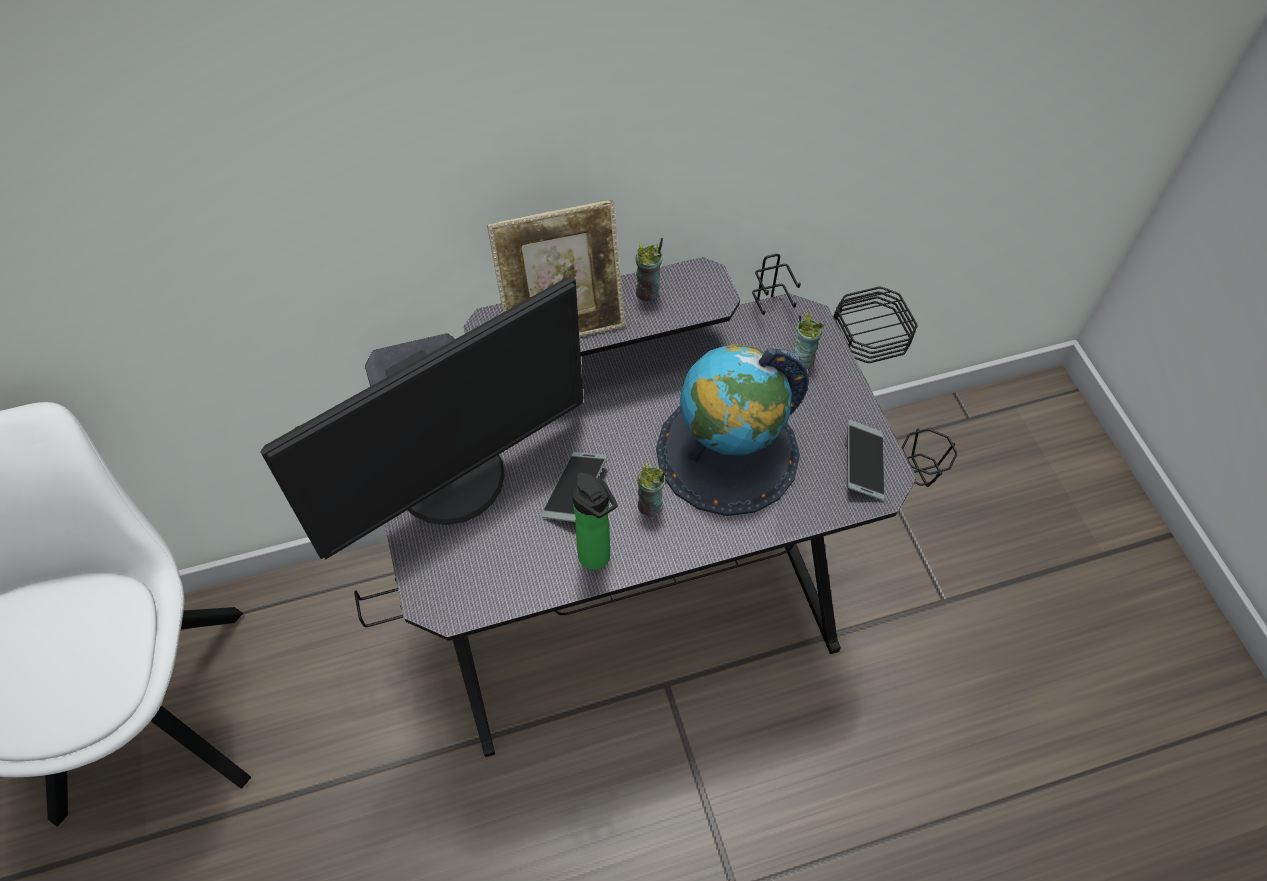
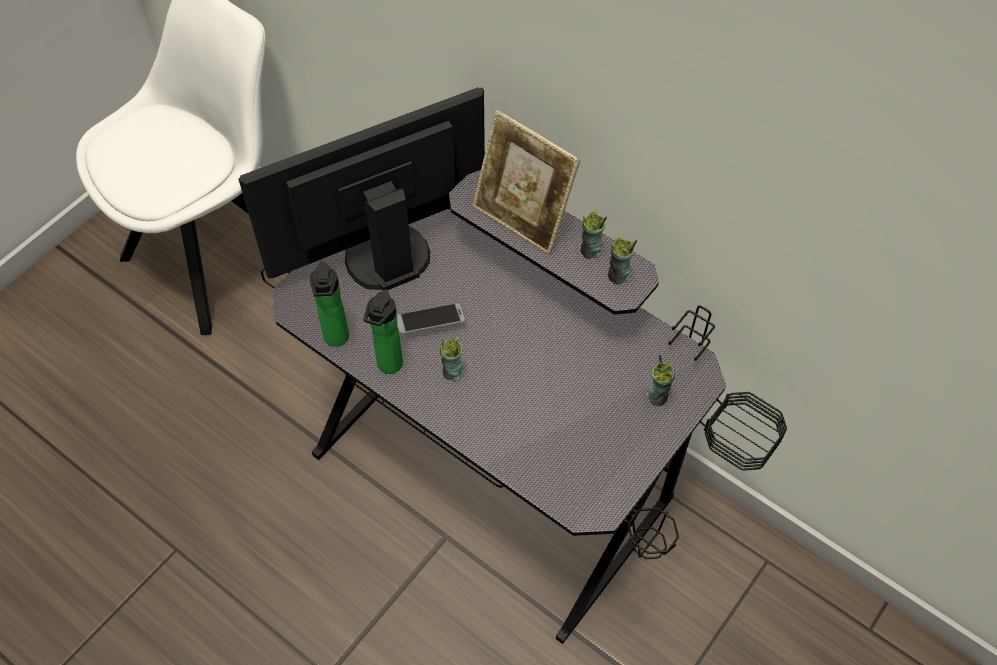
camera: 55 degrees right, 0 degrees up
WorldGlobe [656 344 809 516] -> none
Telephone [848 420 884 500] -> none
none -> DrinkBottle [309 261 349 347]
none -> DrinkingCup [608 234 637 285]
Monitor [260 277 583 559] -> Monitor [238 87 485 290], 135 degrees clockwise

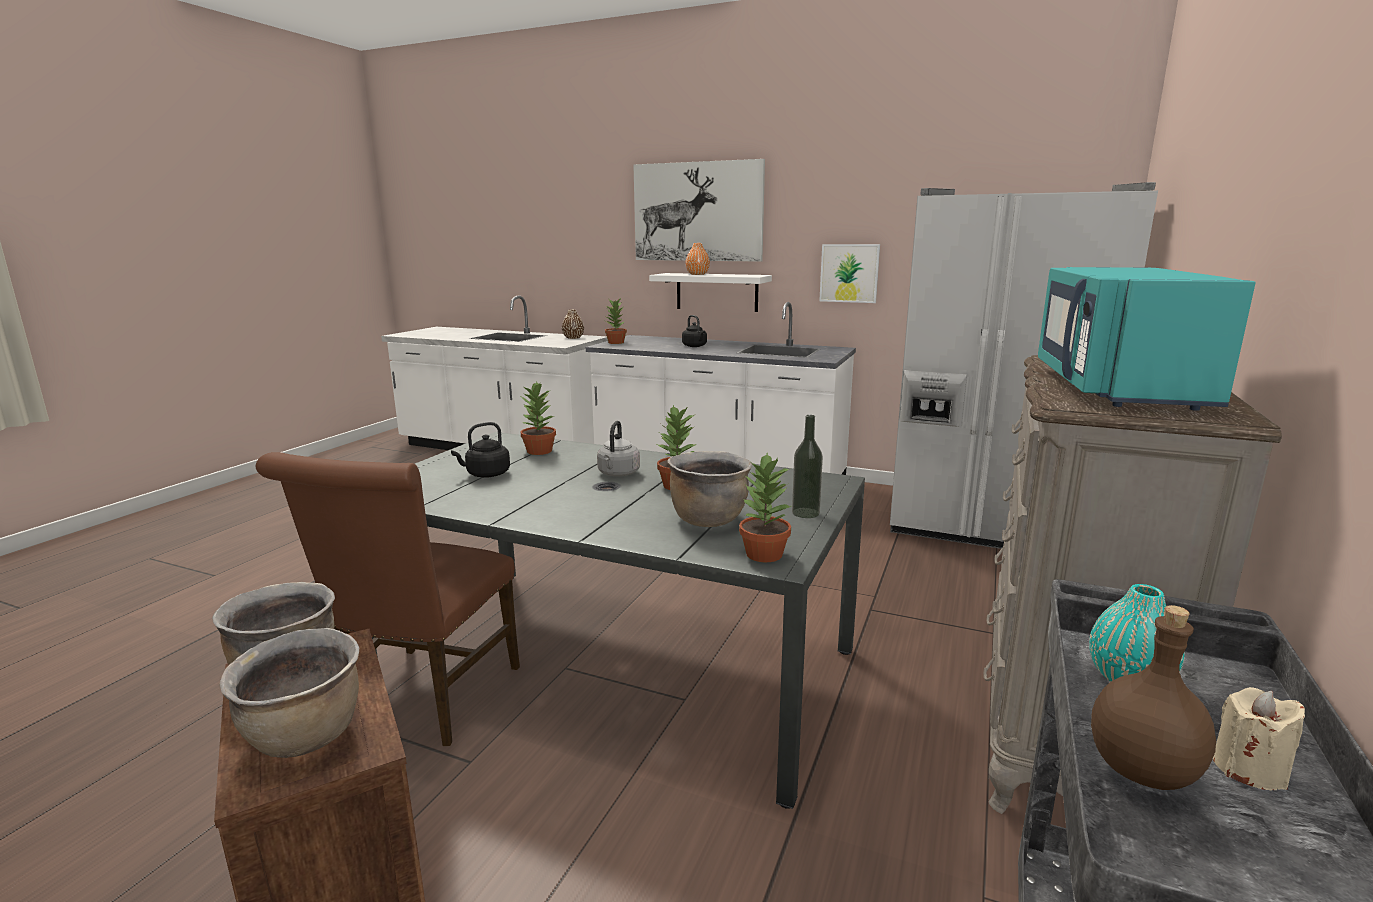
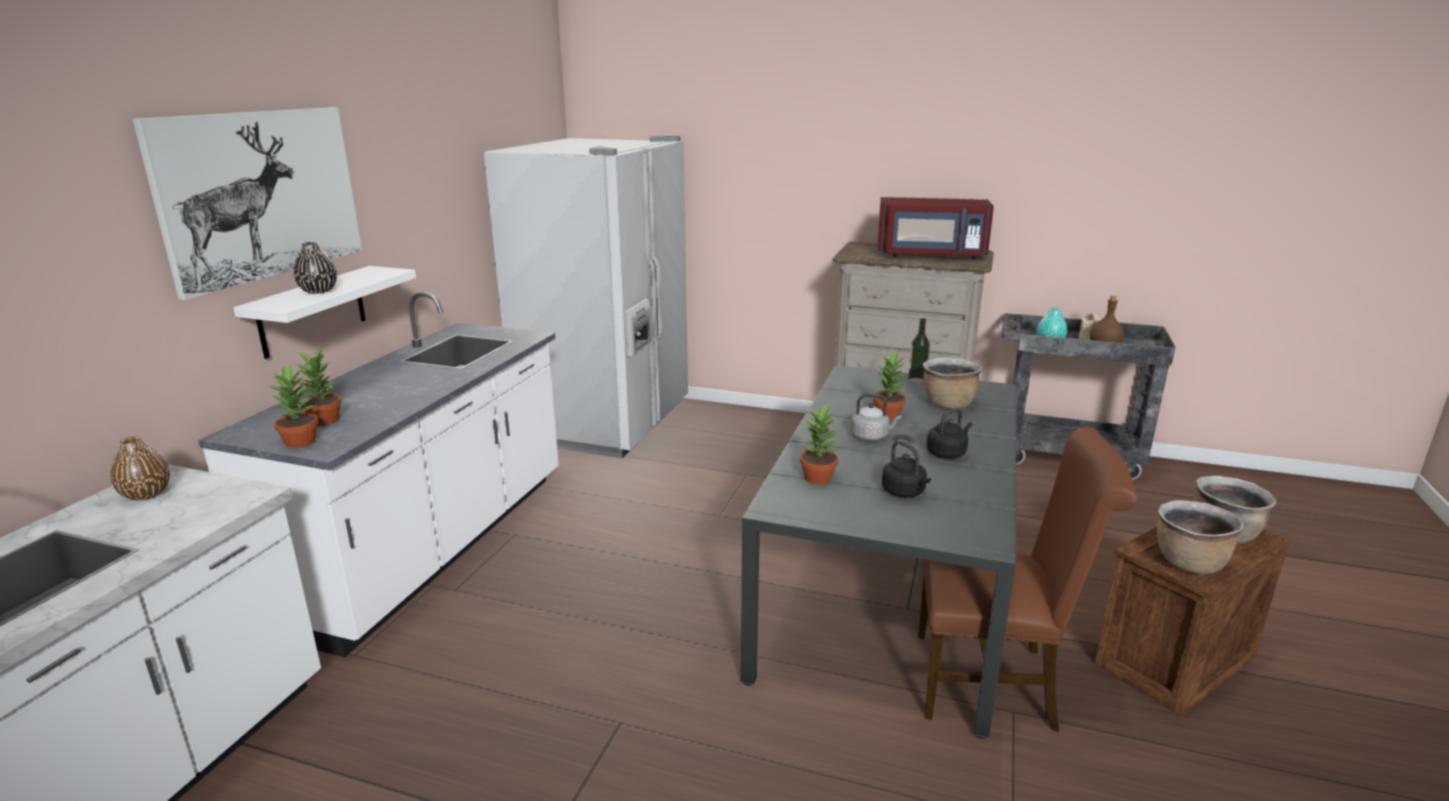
camera: 95 degrees left, 5 degrees up
WallPicture [819 244 880 303] -> none
BlackishTeaKettle [682 315 707 347] -> BlackishTeaKettle [926 408 972 459], relocated
PottedPlant [739 453 791 562] -> PottedPlant [295 348 342 426], relocated
OrangeColouredVase [685 243 710 275] -> BlackishVase [294 242 337 294]
TurquoiseColouredKitchenMicrowave [1038 267 1256 411] -> RedKitchenMicrowave [878 197 994 259]

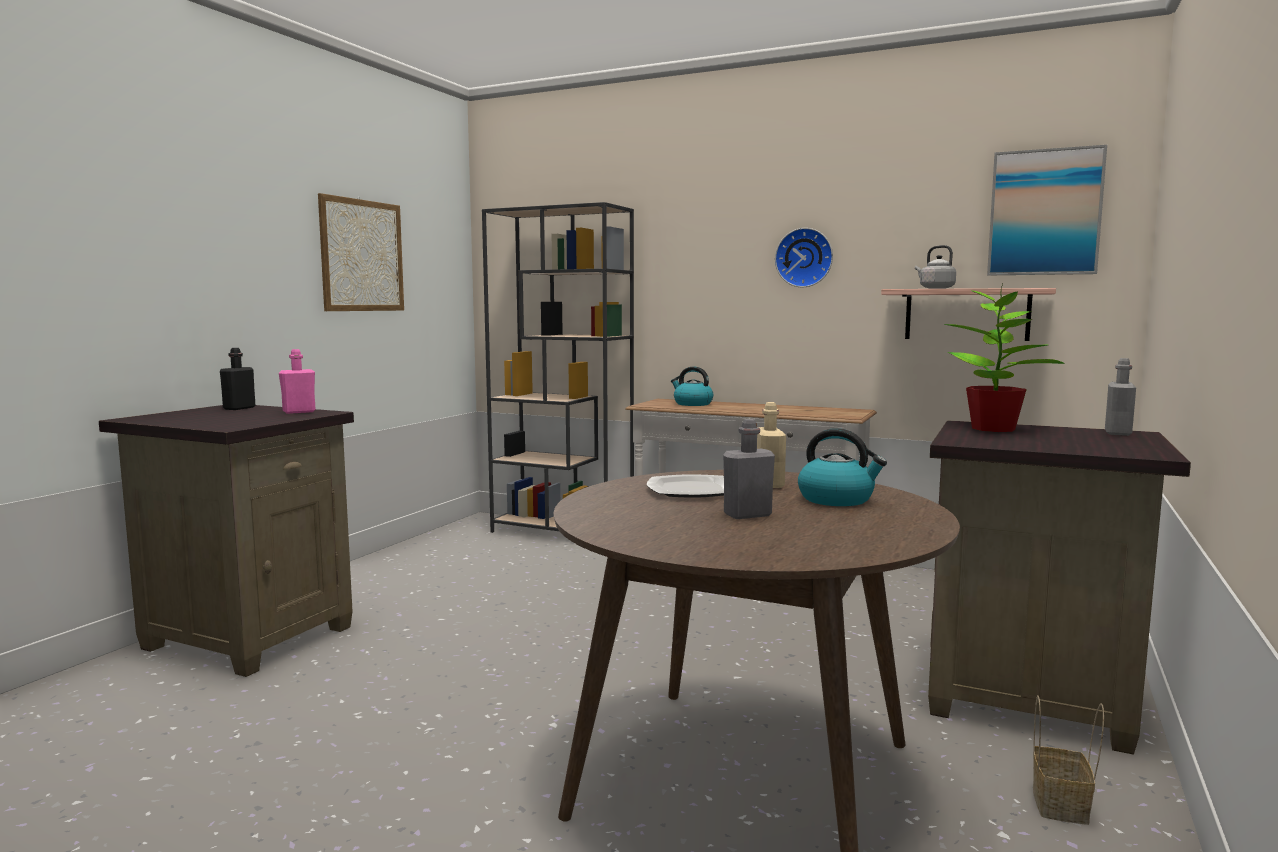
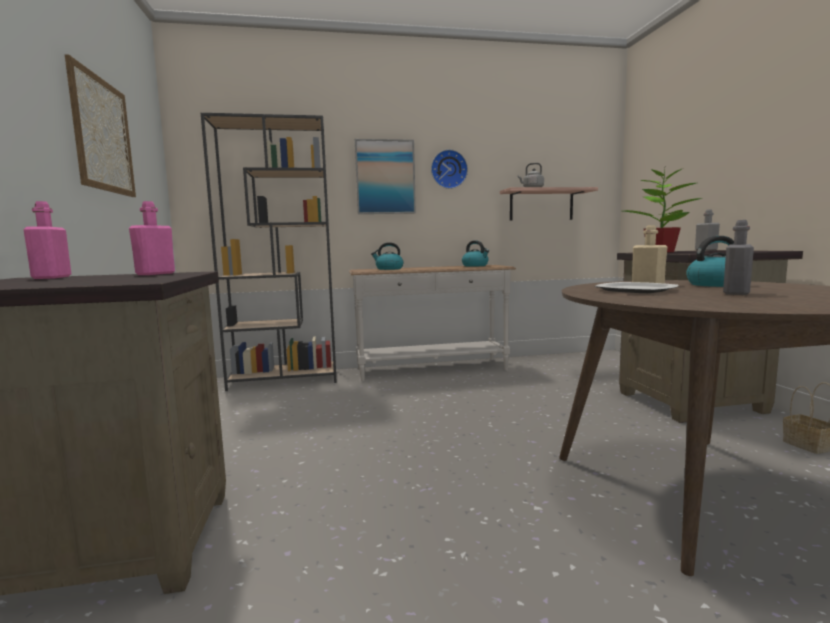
camera: 35 degrees left, 0 degrees up
none -> TeaKettle [462 240 489 267]
WallPicture [987 145 1107 275] -> WallPicture [355 139 416 214], relocated
BlackishDrinkBottle [220 348 256 410] -> PinkColouredDrinkBottle [23 201 72 279]

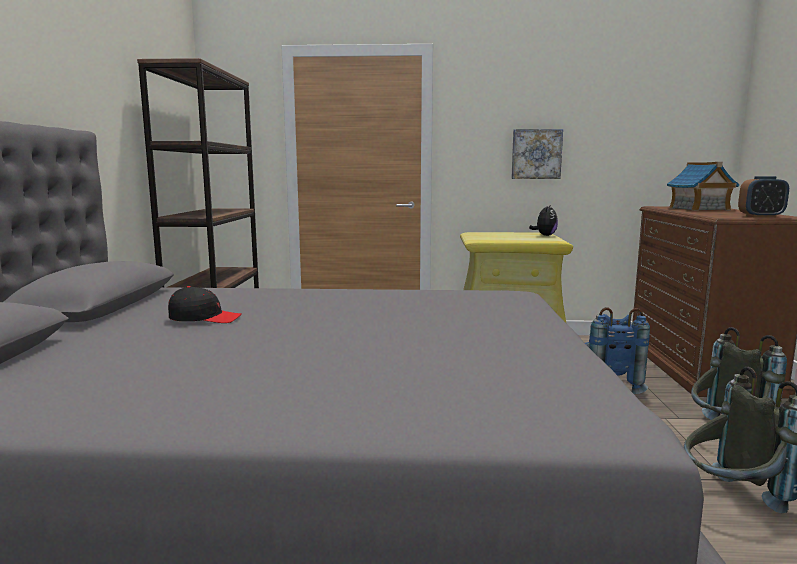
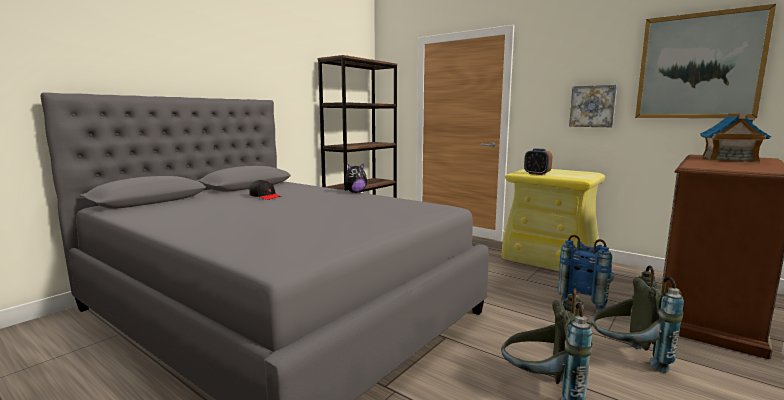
camera: 35 degrees right, 0 degrees up
none -> WallPicture [635 4 776 118]
CuddlyToy [529 204 558 236] -> CuddlyToy [344 163 367 193], relocated
TableClock [738 176 789 217] -> TableClock [524 148 552 175], relocated

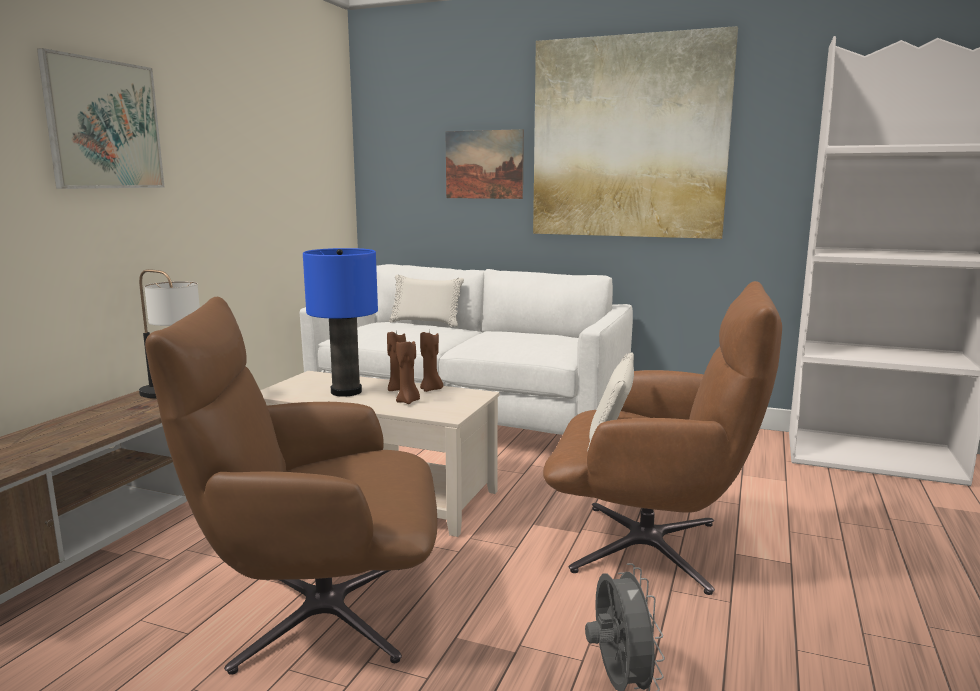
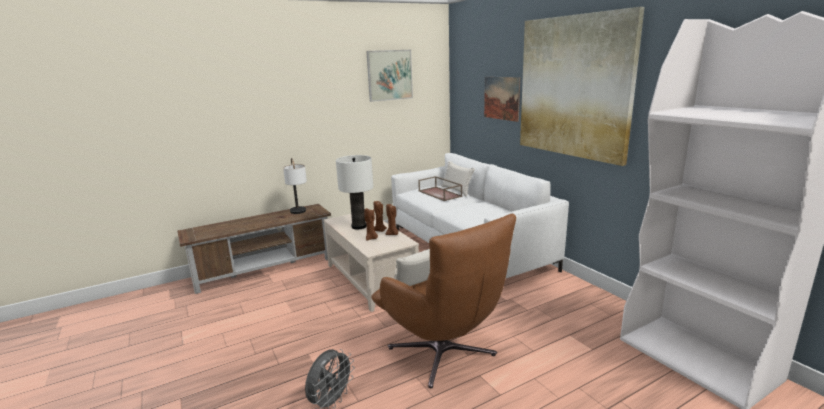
camera: 40 degrees right, 5 degrees up
BrownishEasyChair [145 297 437 675] -> none
none -> BrownishServingTray [418 176 462 201]
WallPicture [37 48 165 189] -> WallPicture [366 50 413 102], relocated
BlueLampForATable [303 248 378 397] -> WhiteColouredLampForATable [336 155 373 229]

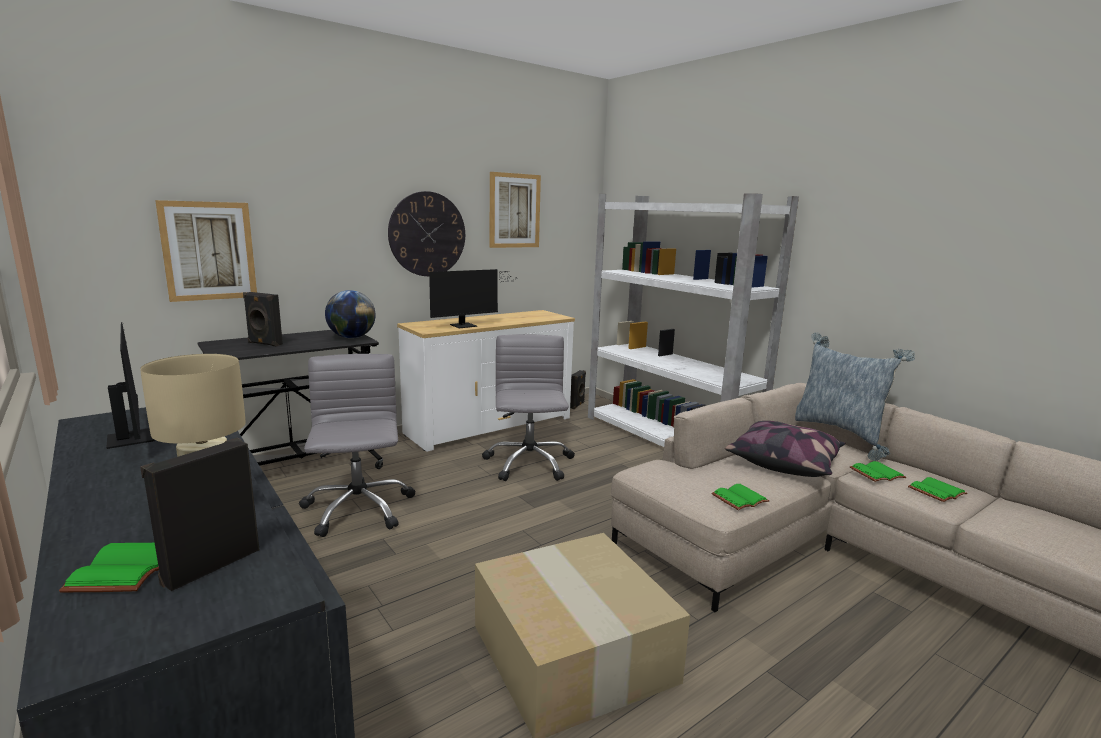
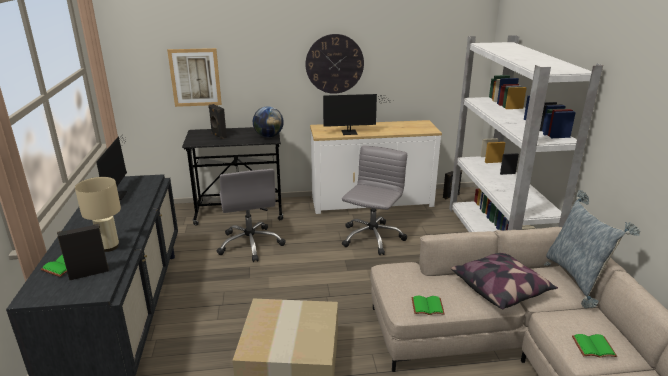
camera: 30 degrees right, 10 degrees up
WallPicture [490 172 541 248] -> none
GreenishVolume [850 461 906 482] -> none
GrayOfficeChair [299 354 416 537] -> GrayOfficeChair [216 169 286 262], 150 degrees clockwise

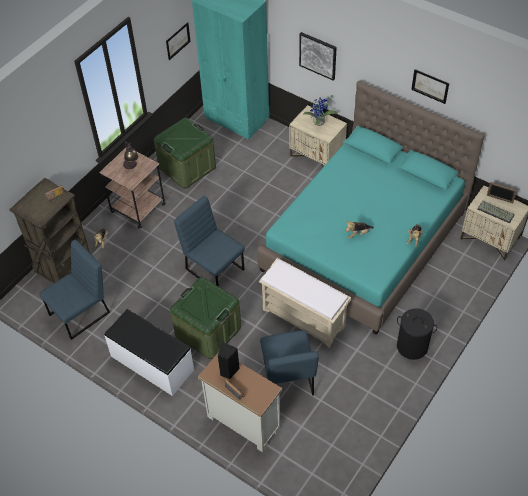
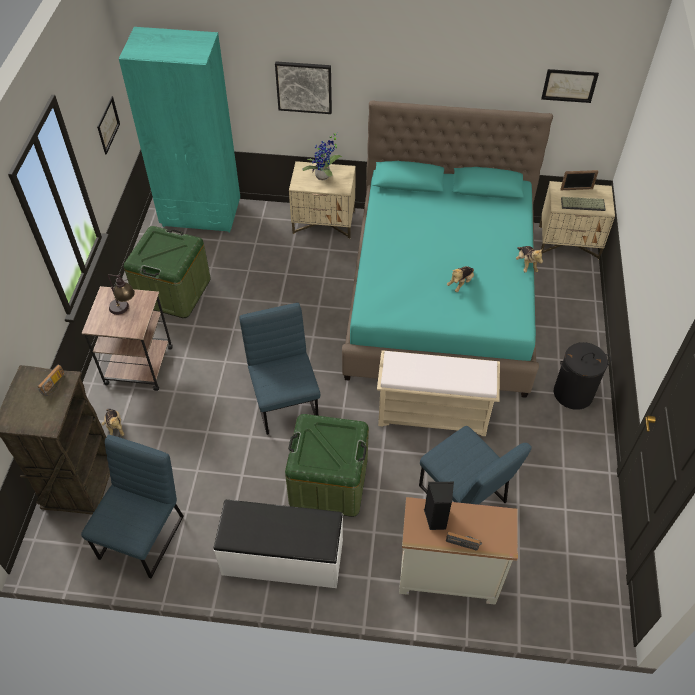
camera: 30 degrees left, 0 degrees up
WallPicture [411 69 449 104] -> WallPicture [541 69 599 103], relocated
BlueChair [174 196 245 287] -> BlueChair [239 303 320 435], 60 degrees clockwise

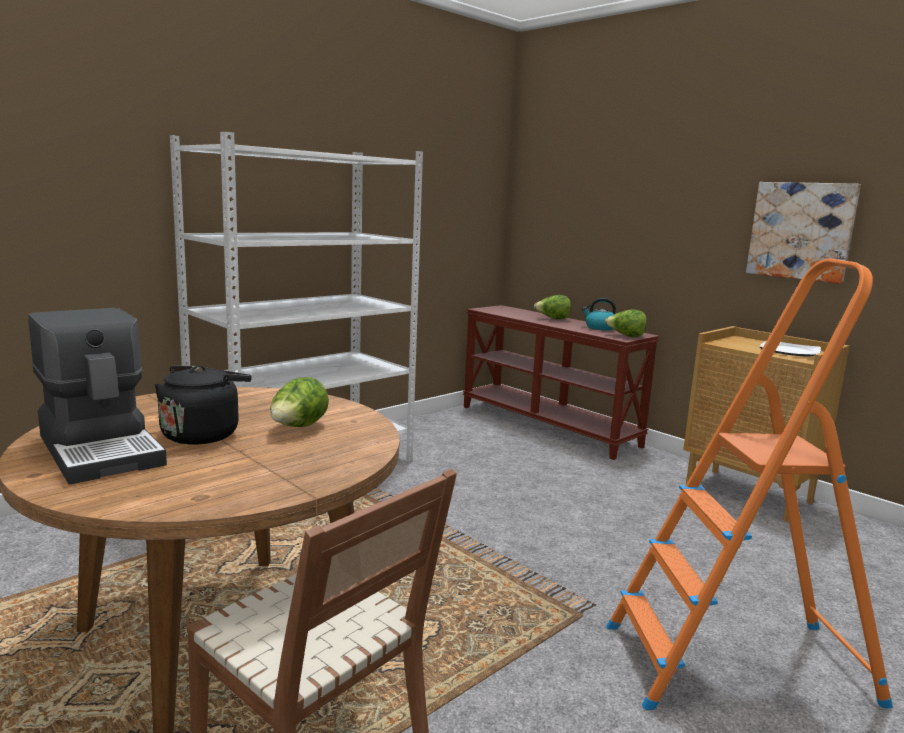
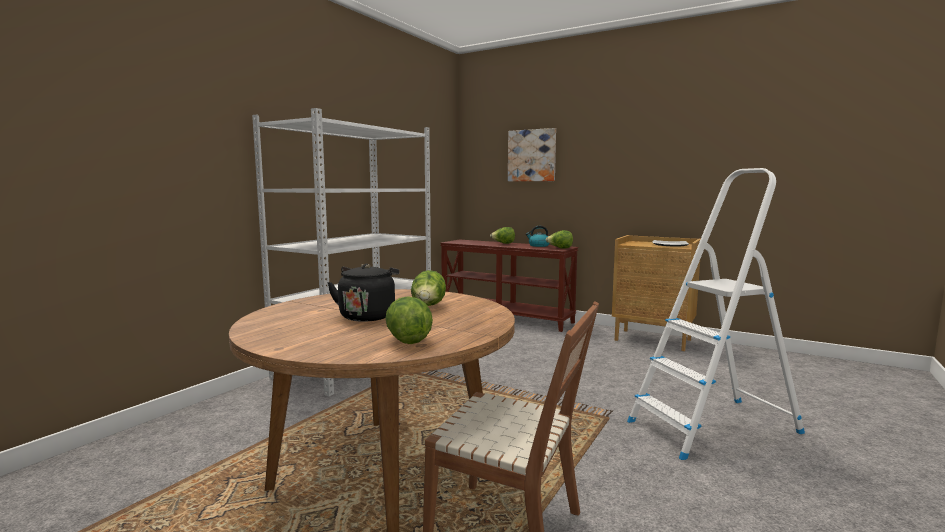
camera: 15 degrees left, 5 degrees down
CoffeeMachine [28 308 167 485] -> none
none -> LettuceHead [385 296 433 344]
WallPicture [746 182 861 283] -> WallPicture [508 128 556 181], relocated
OrangeColouredStepStool [606 258 893 710] -> WhiteColouredStepStool [627 168 805 460]

